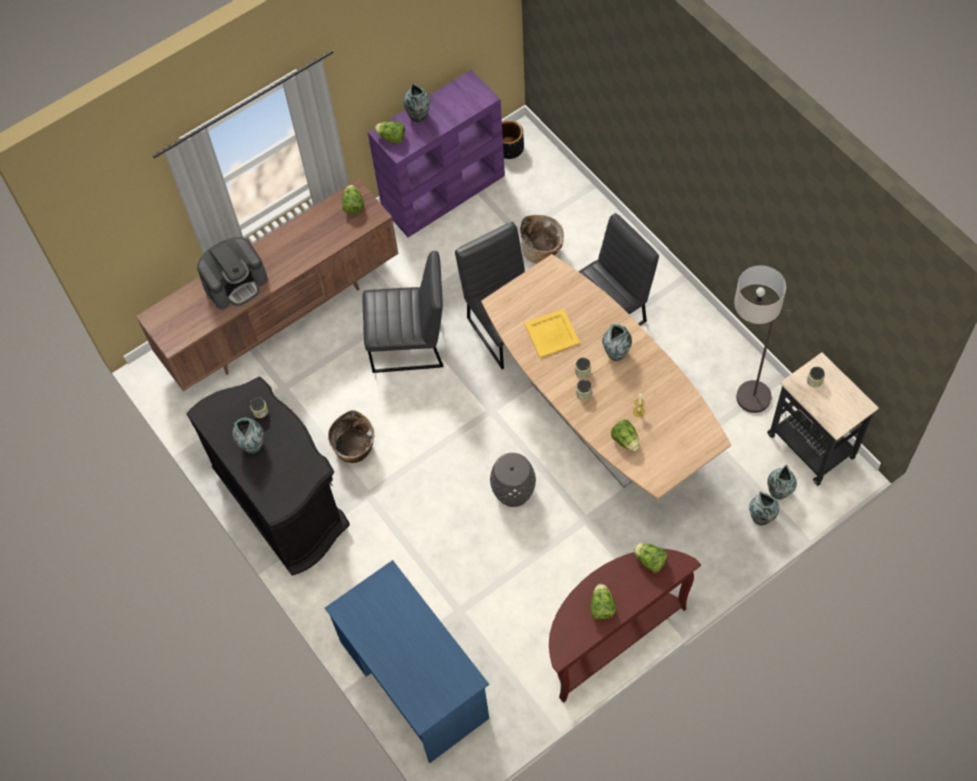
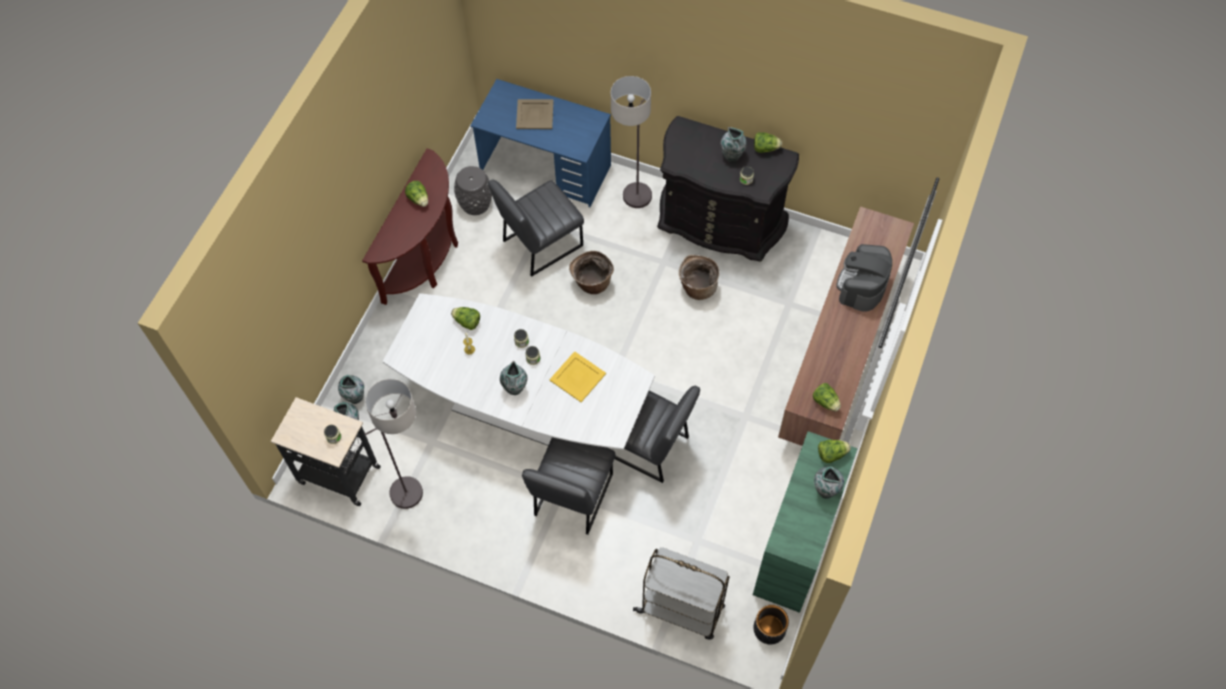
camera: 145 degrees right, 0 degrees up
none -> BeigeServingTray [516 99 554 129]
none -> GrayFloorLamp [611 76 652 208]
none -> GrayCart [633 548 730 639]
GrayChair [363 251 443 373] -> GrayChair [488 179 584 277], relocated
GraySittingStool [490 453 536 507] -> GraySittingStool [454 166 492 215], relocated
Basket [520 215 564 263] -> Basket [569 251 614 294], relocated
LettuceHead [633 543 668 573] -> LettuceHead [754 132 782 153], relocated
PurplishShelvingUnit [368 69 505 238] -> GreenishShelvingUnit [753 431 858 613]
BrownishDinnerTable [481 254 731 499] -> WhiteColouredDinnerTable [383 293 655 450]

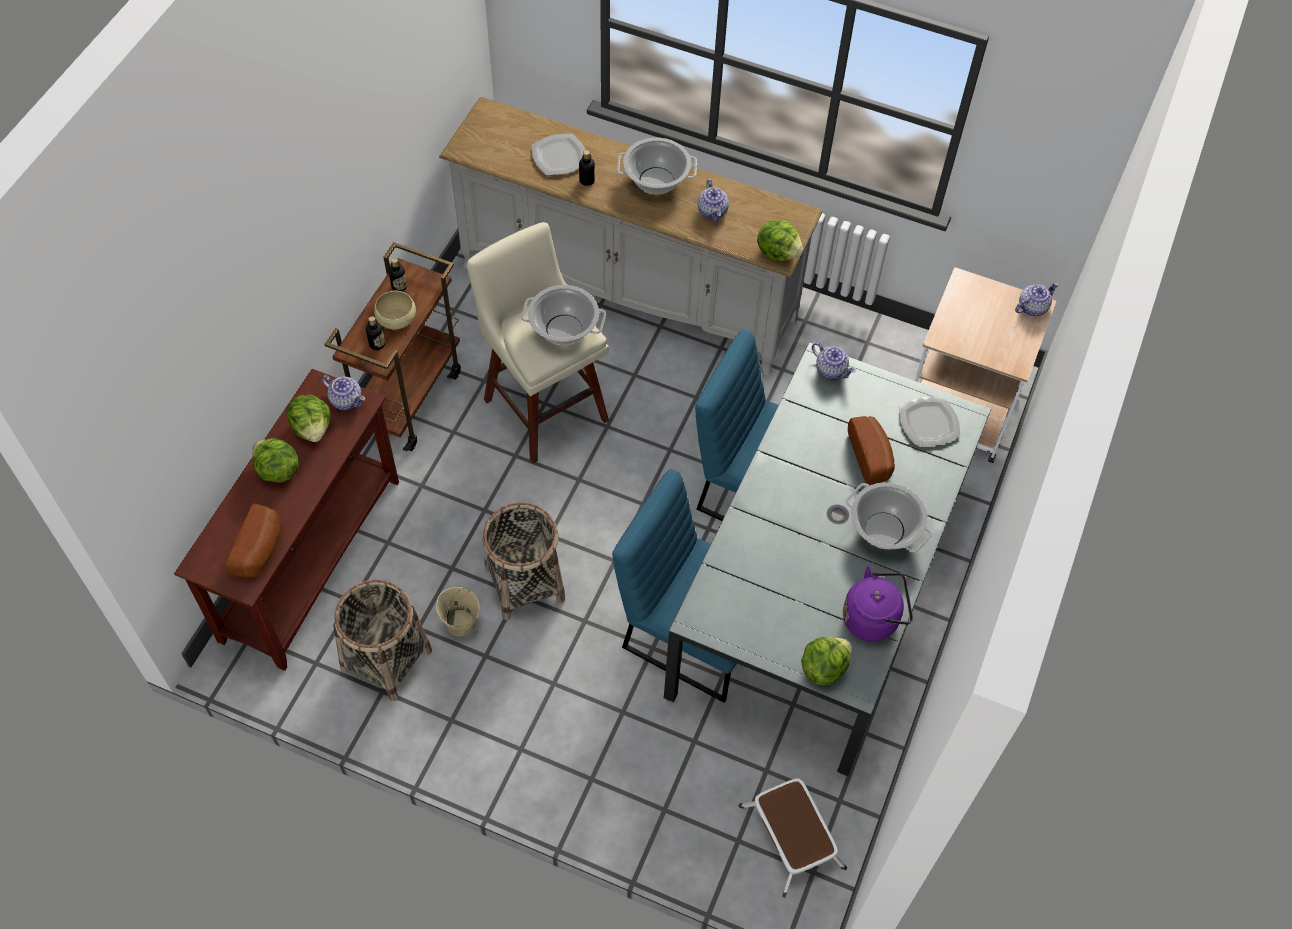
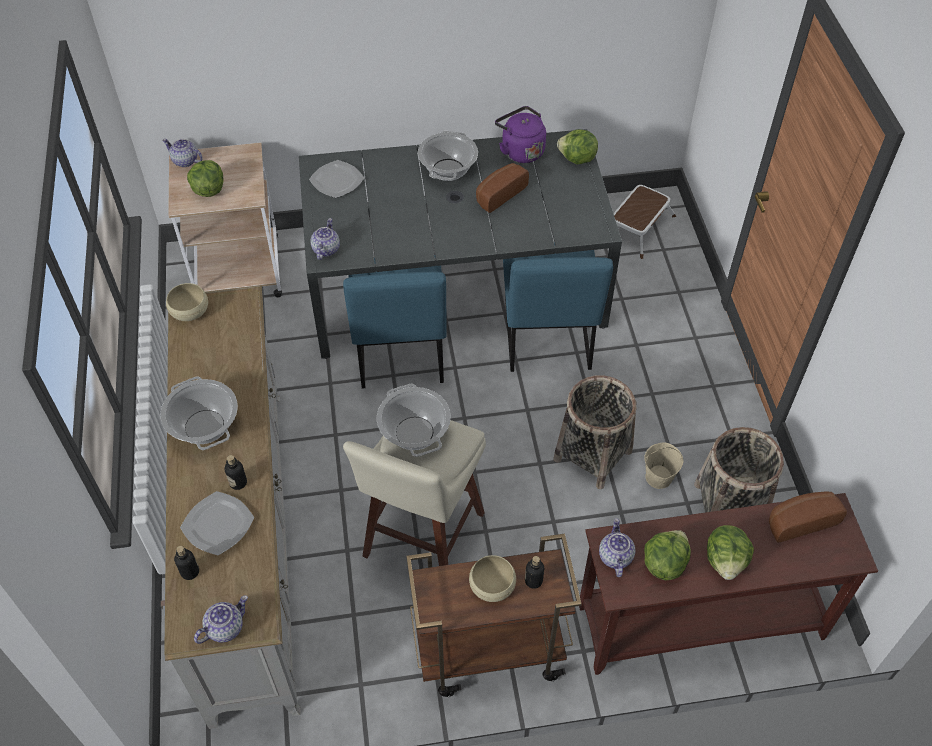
camera: 120 degrees left, 5 degrees down
none -> BeigeServingBowl [166 283 208 321]
DrinkBottle [389 258 407 291] -> DrinkBottle [174 546 199 580], relocated
Teapot [698 179 729 222] -> Teapot [194 595 248 644], relocated
LettuceHead [757 220 804 261] -> LettuceHead [187 160 224 197], relocated
BakeryBread [848 416 895 485] -> BakeryBread [476 163 529 213], relocated

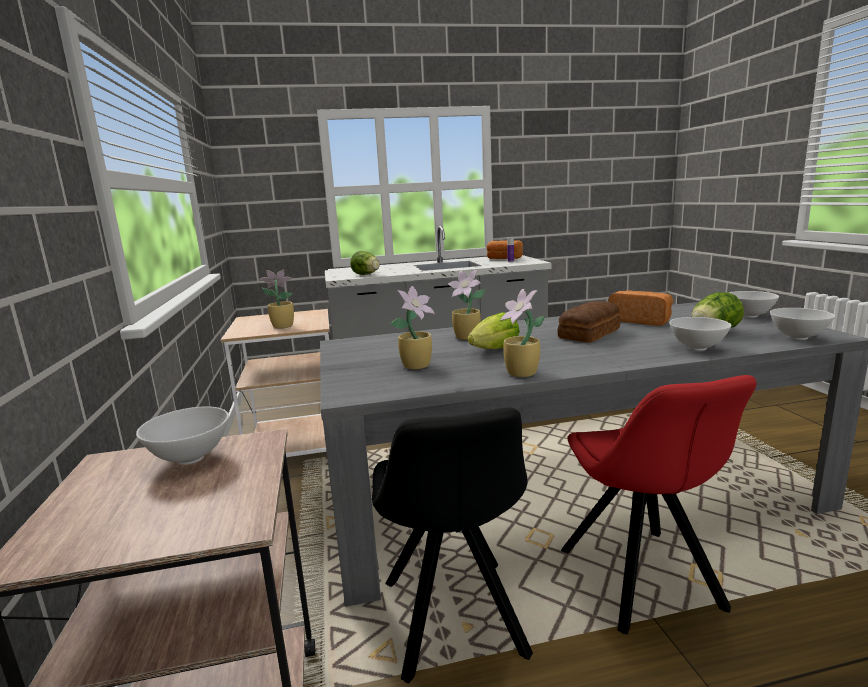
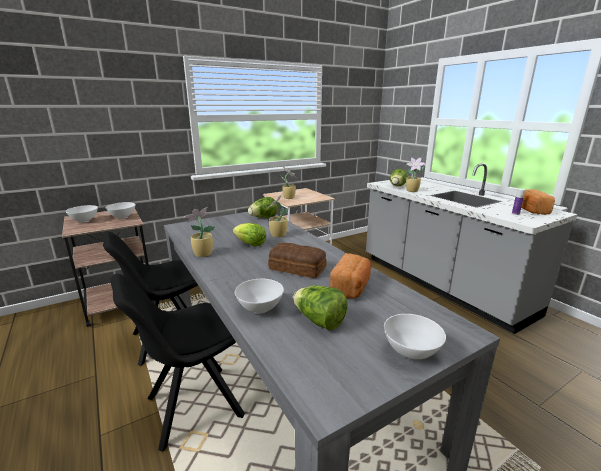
camera: 70 degrees right, 5 degrees up
none -> LettuceHead [248 197 278 218]
PottedPlant [390 286 435 369] -> PottedPlant [406 158 425 192], relocated
WhiteColouredServingBowl [770 308 835 340] -> WhiteColouredServingBowl [66 205 98 223], relocated
RedChair [561 375 757 634] -> BlackishChair [111 274 245 452]

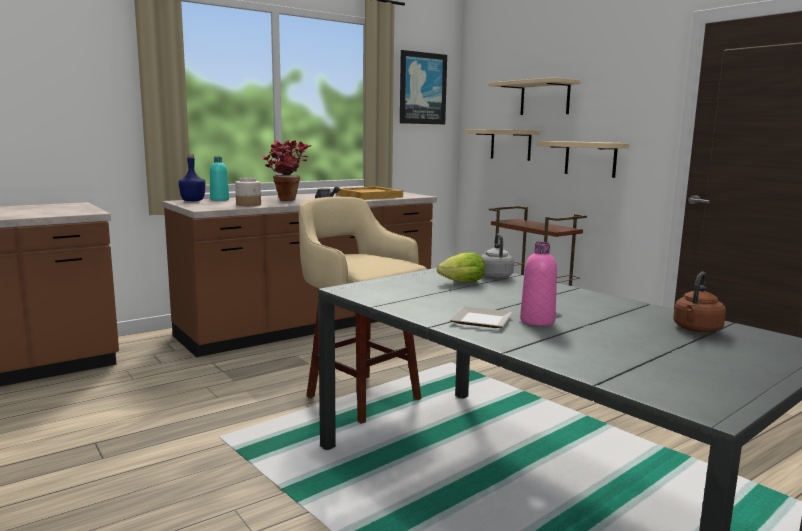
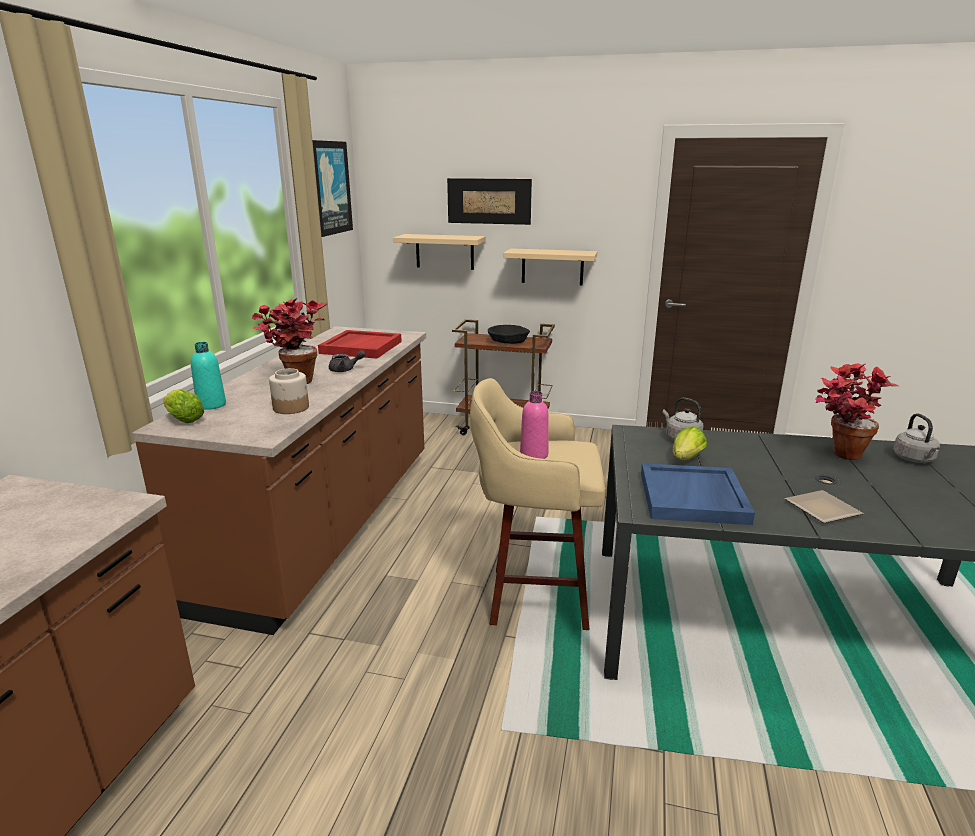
camera: 40 degrees left, 10 degrees up
none -> BlackishServingBowl [488 325 530 344]
none -> BlueServingTray [641 463 755 525]
none -> PottedPlant [815 364 898 460]
PinkColouredDrinkBottle [520 242 557 326] -> PinkColouredDrinkBottle [520 391 549 459], relocated
BlueDrinkBottle [179 154 205 201] -> LettuceHead [164 389 204 423]
BeigeShelf [488 77 581 115] -> WallPicture [447 178 532 225]
BeigeServingTray [336 187 403 200] -> RedServingTray [318 330 402 359]
BrownishTeaKettle [673 272 726 333] -> GrayTeaKettle [893 413 940 463]

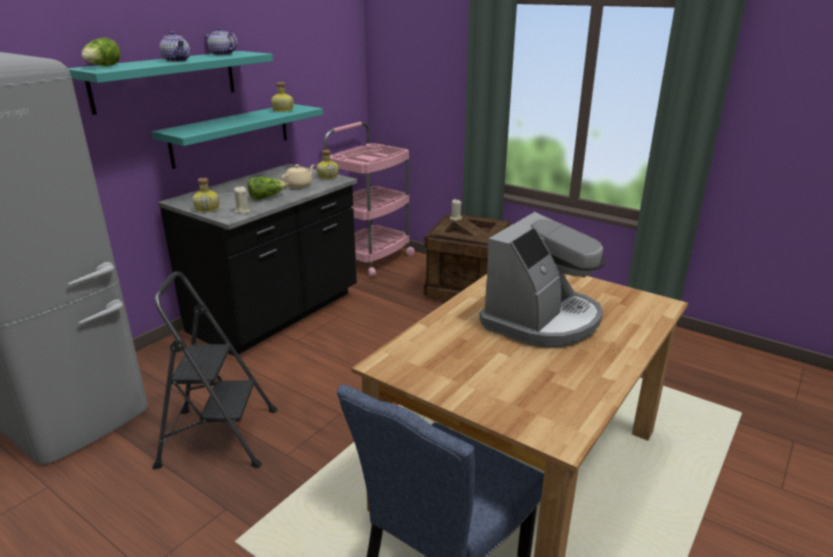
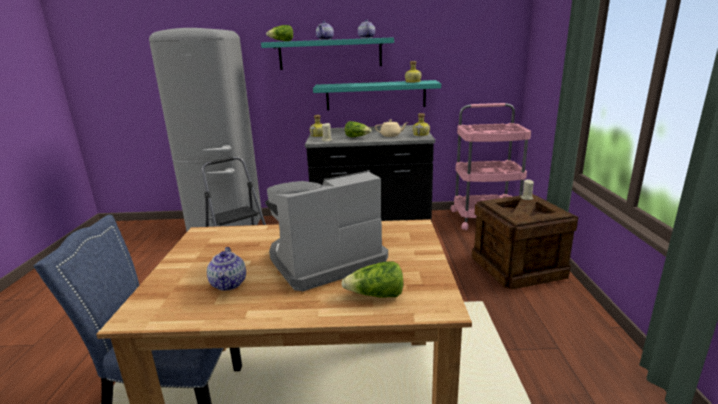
camera: 55 degrees right, 5 degrees down
none -> Teapot [207 247 246 291]
none -> LettuceHead [341 261 403 298]
CoffeeMachine [479 212 606 347] -> CoffeeMachine [265 170 388 291], 150 degrees clockwise

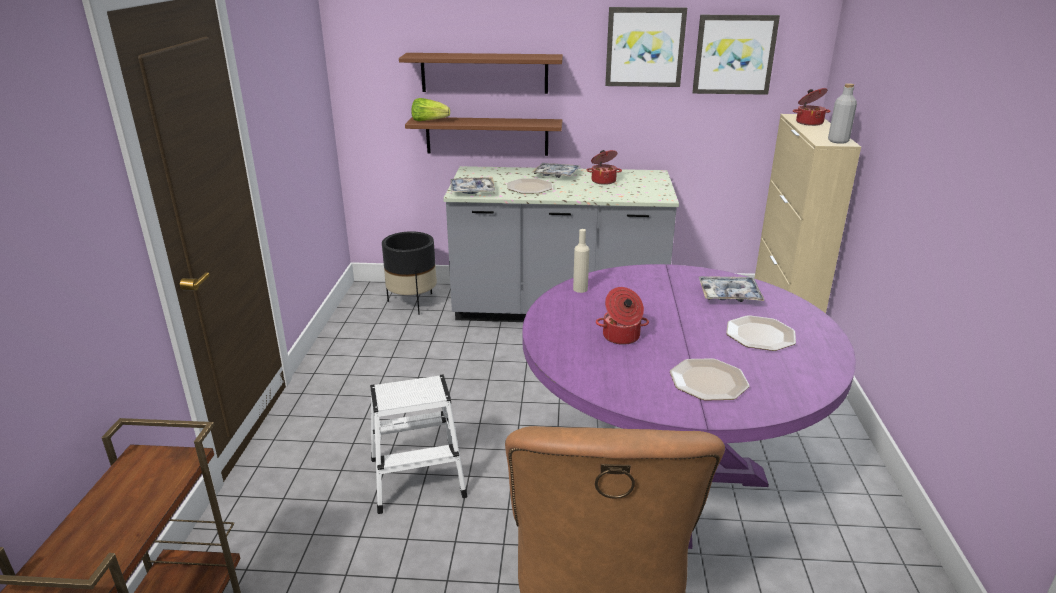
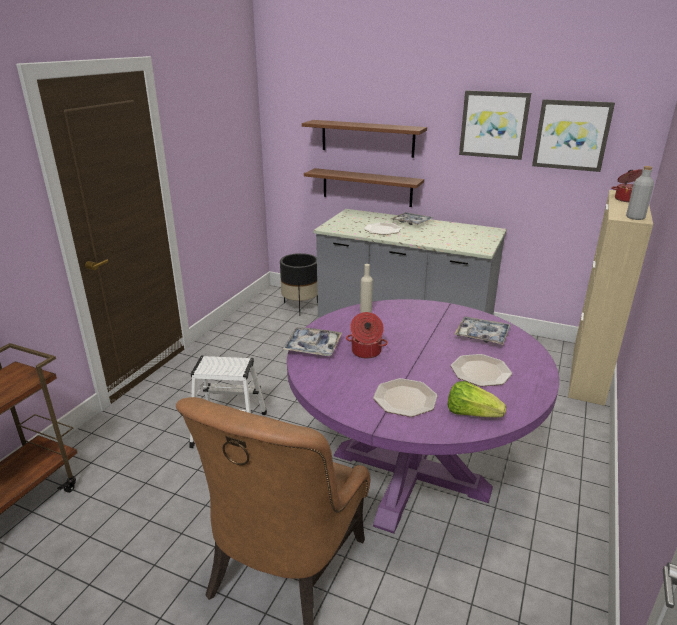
camera: 20 degrees right, 0 degrees up
CookingPot [587 150 622 185] -> none
LettuceHead [411 98 450 121] -> LettuceHead [447 381 506 417], relocated
ServingTray [450 178 495 194] -> ServingTray [282 327 343 356], relocated

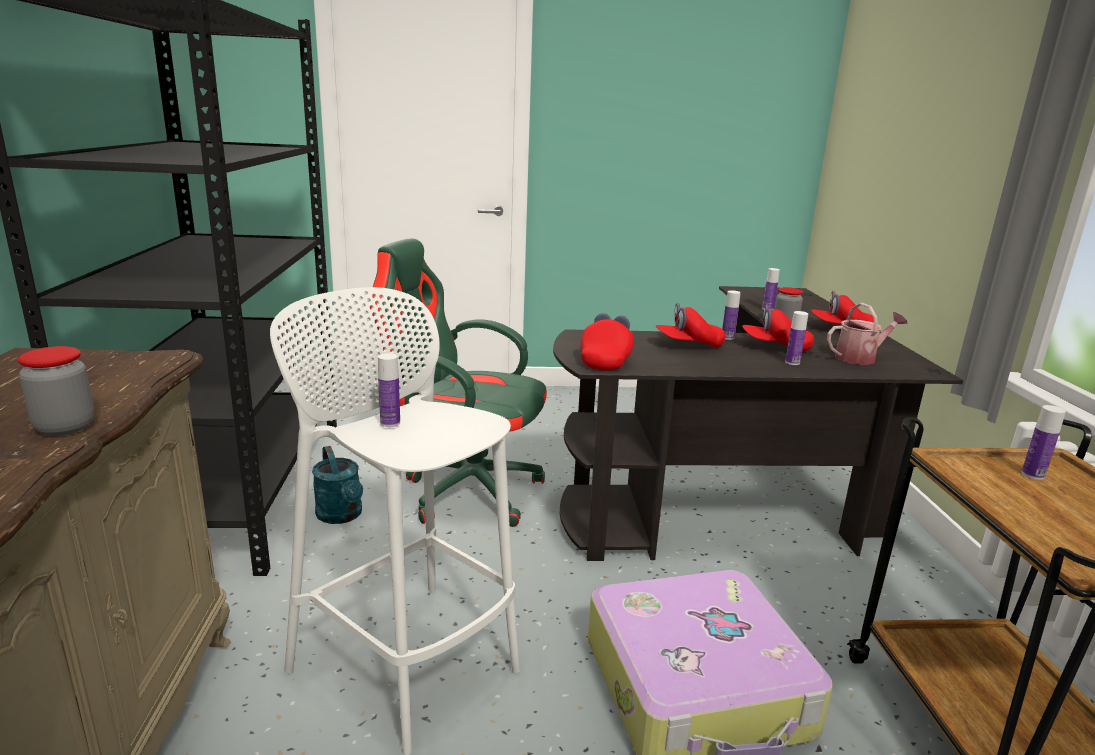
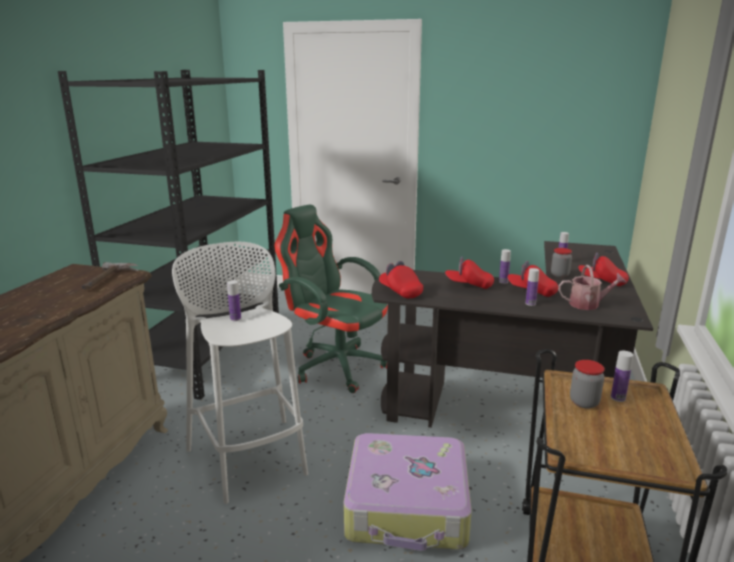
camera: 20 degrees right, 0 degrees up
TurquoiseColouredSprinklingCan [312 446 363 524] -> none
none -> HandHammer [81 262 139 289]
Jar [18 346 94 436] -> Jar [570 360 605 409], relocated
RedPeakedCap [580 313 634 371] -> RedPeakedCap [379 261 423 298], 75 degrees counterclockwise

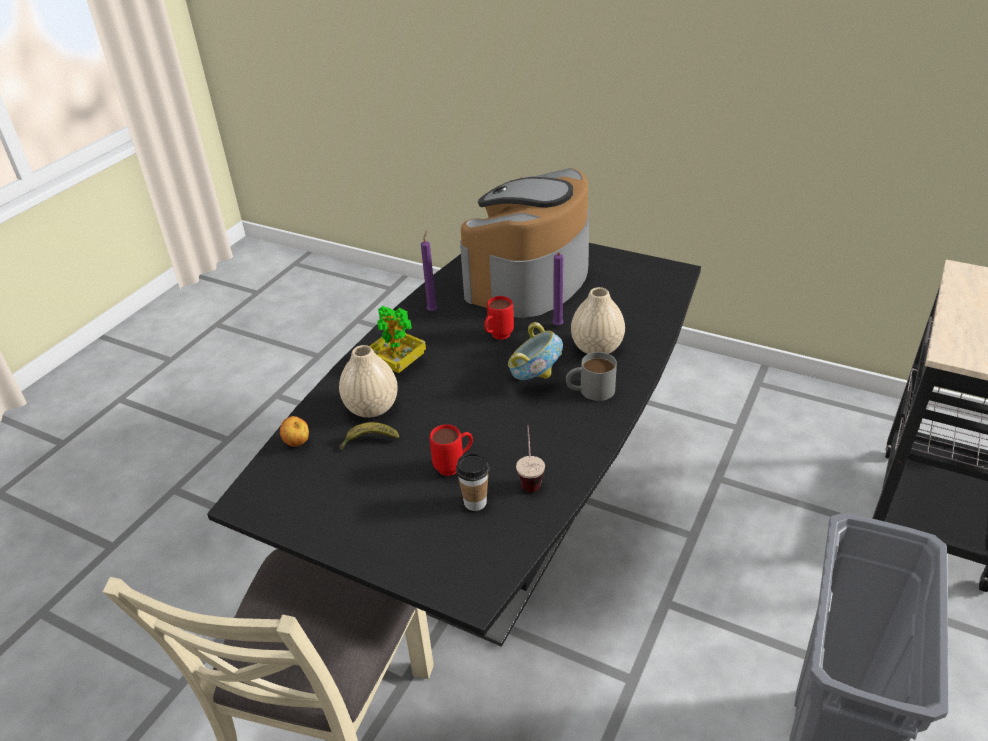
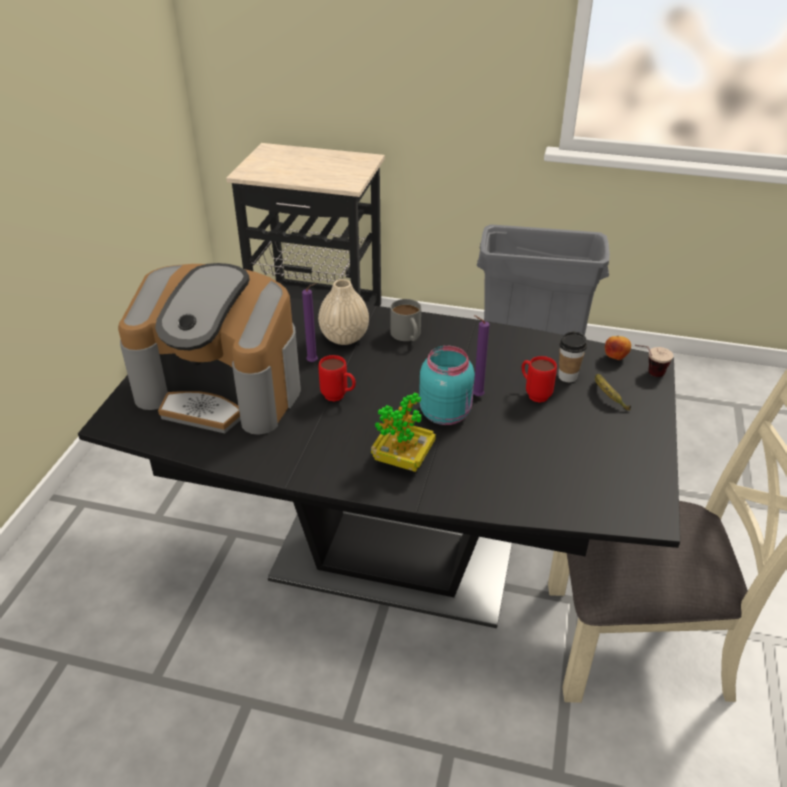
camera: 105 degrees left, 0 degrees up
BeigeVase [339 345 398 418] -> none
ServingBowl [508 322 563 380] -> none
none -> TurquoiseColouredJar [419 346 475 425]
Apple [280 416 309 447] -> Apple [605 336 631 360], relocated
WholeBanana [339 422 399 450] -> WholeBanana [595 374 631 410], relocated
PurplishWaxLight [421 231 437 312] -> PurplishWaxLight [473 315 489 396], relocated
DrinkingCup [516 425 545 492] -> DrinkingCup [635 345 674 377], relocated

